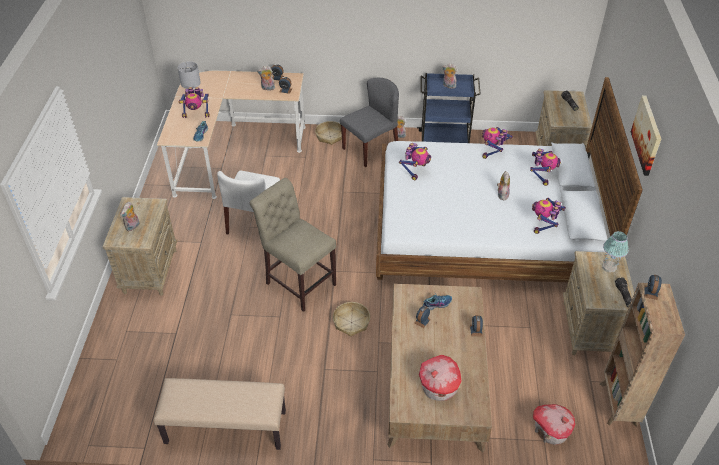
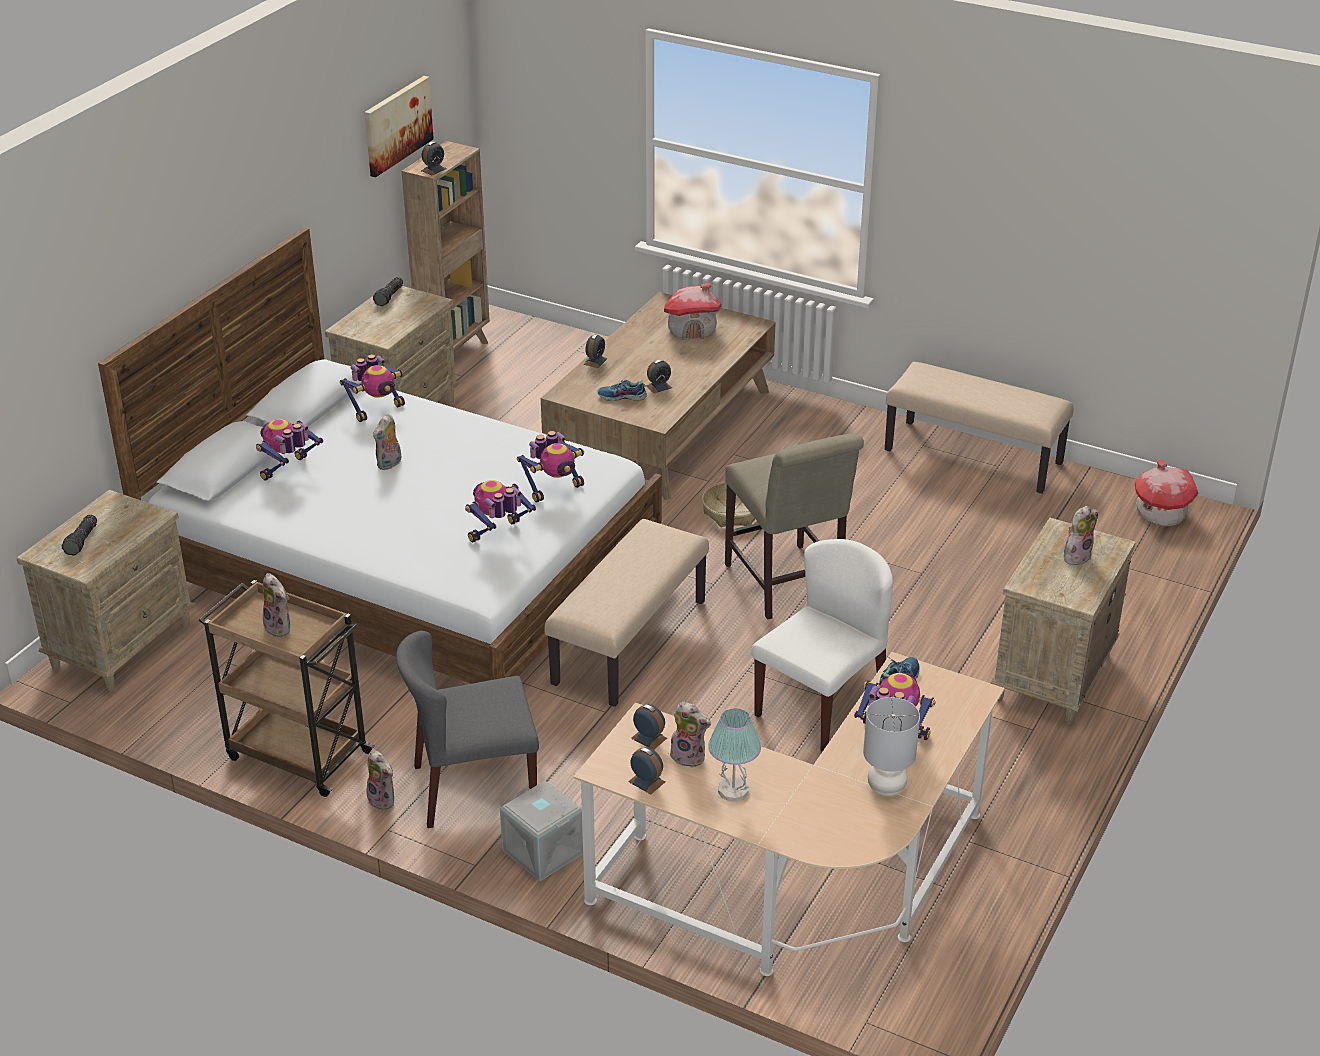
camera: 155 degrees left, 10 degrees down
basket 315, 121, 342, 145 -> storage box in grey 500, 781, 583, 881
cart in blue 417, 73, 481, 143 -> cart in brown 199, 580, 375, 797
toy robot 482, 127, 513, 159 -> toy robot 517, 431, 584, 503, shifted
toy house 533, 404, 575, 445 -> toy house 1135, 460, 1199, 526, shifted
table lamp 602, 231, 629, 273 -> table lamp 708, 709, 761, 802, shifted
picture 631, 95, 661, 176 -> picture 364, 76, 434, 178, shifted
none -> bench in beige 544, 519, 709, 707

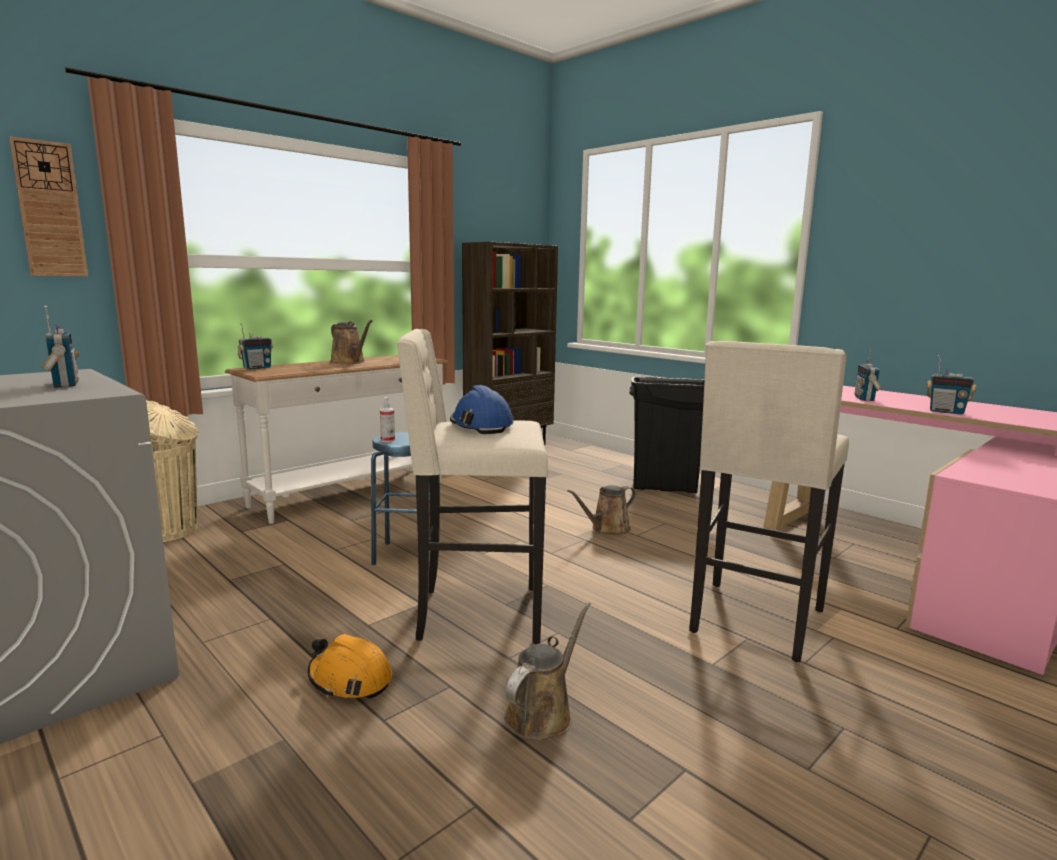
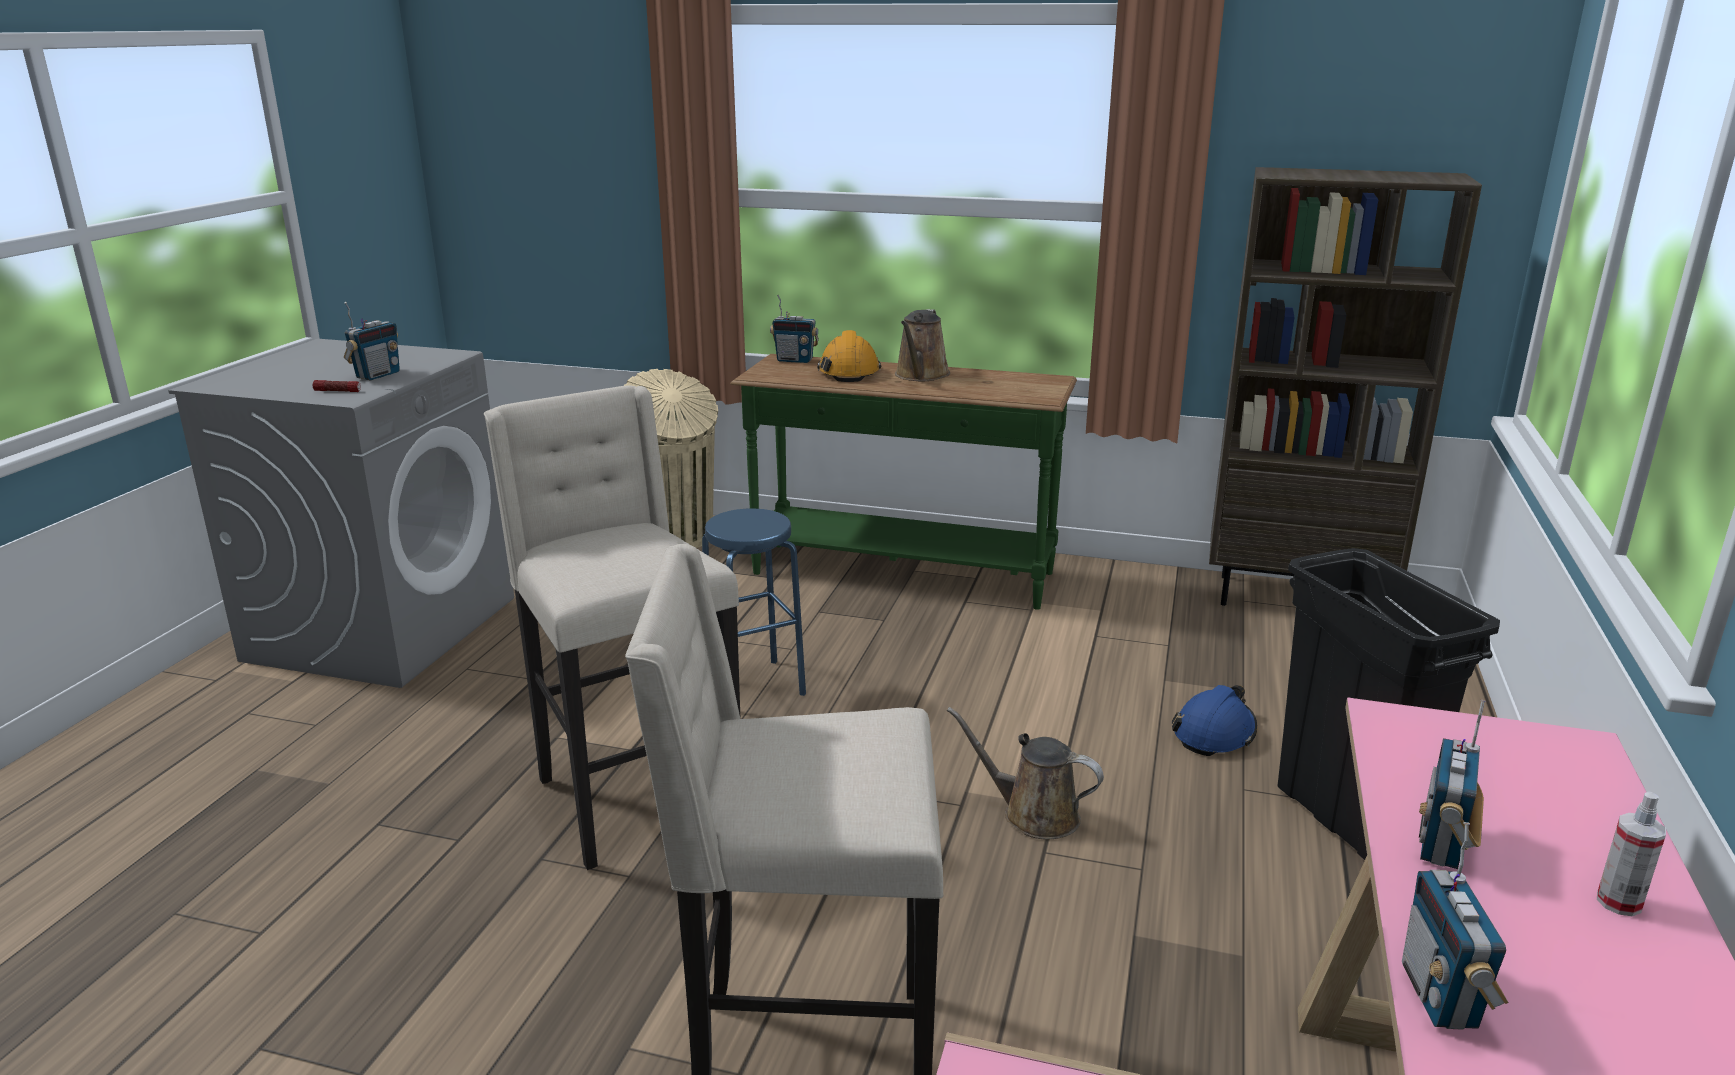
camera: 60 degrees right, 10 degrees up
wall clock 9, 137, 88, 276 -> none
console table in white 225, 355, 450, 524 -> console table in green 730, 354, 1077, 610
hard hat in orange 308, 634, 392, 699 -> hard hat in orange 817, 330, 882, 382, shifted
spray bottle 380, 397, 395, 442 -> spray bottle 1597, 792, 1666, 916, shifted
hard hat in blue 450, 385, 514, 434 -> hard hat in blue 1172, 685, 1257, 756, shifted
watering can in brown 505, 602, 591, 741 -> none
radio 854, 347, 882, 401 -> radio 1419, 699, 1486, 869, 45 degrees counterclockwise
none -> flashlight 313, 380, 361, 392

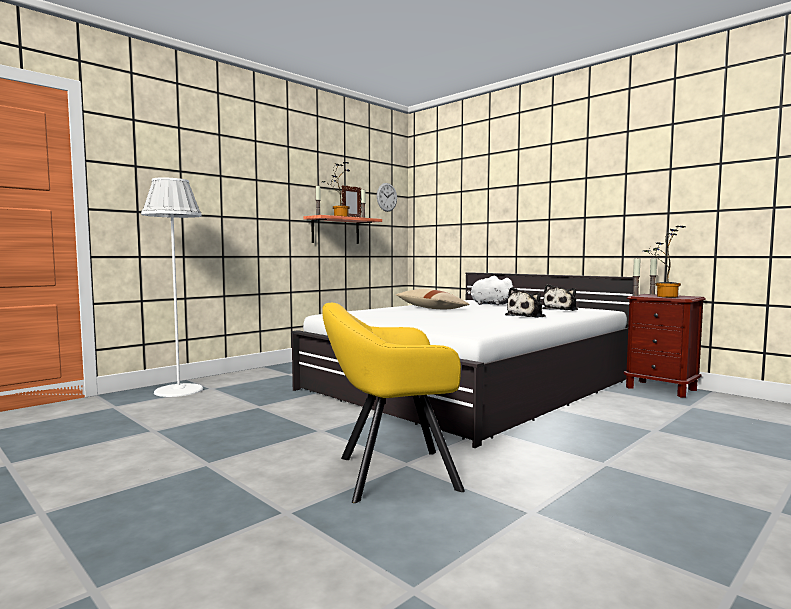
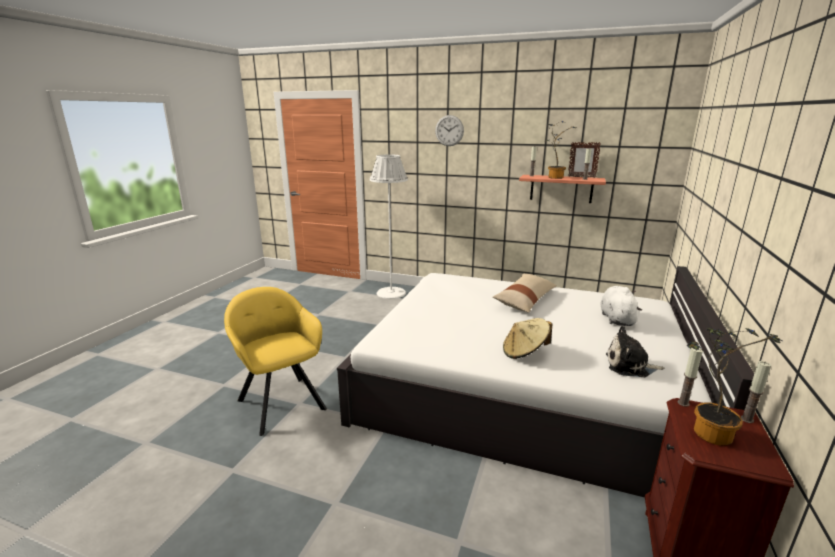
camera: 65 degrees right, 15 degrees up
wall clock 377, 183, 397, 212 -> wall clock 435, 115, 464, 146, shifted
plush toy 505, 287, 546, 318 -> hat in beige 503, 318, 552, 359

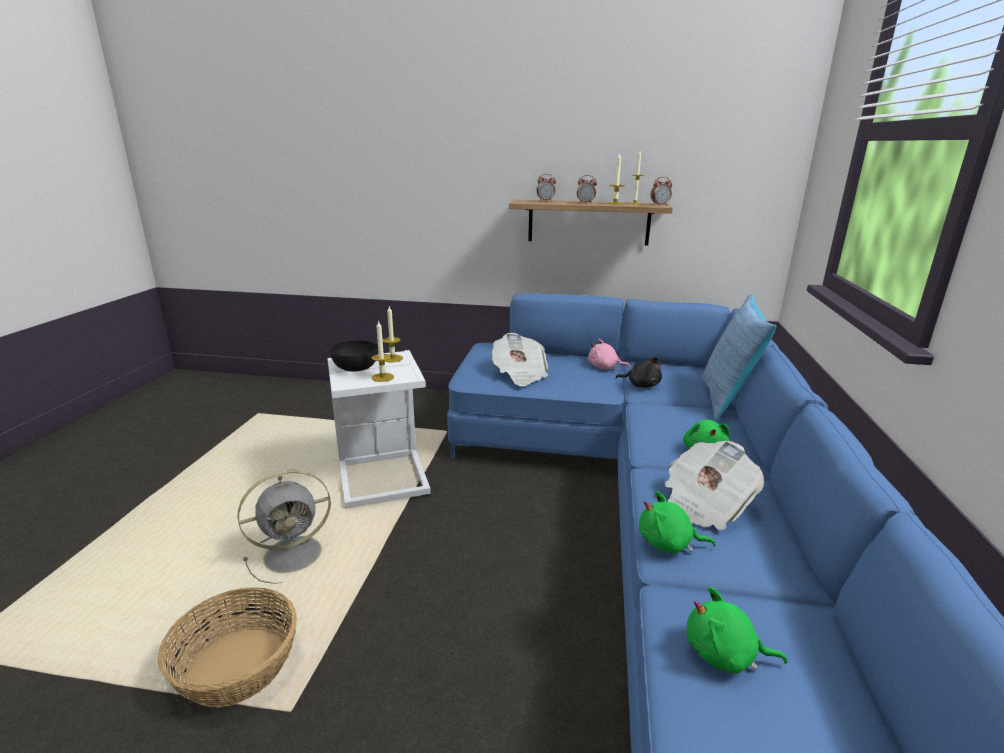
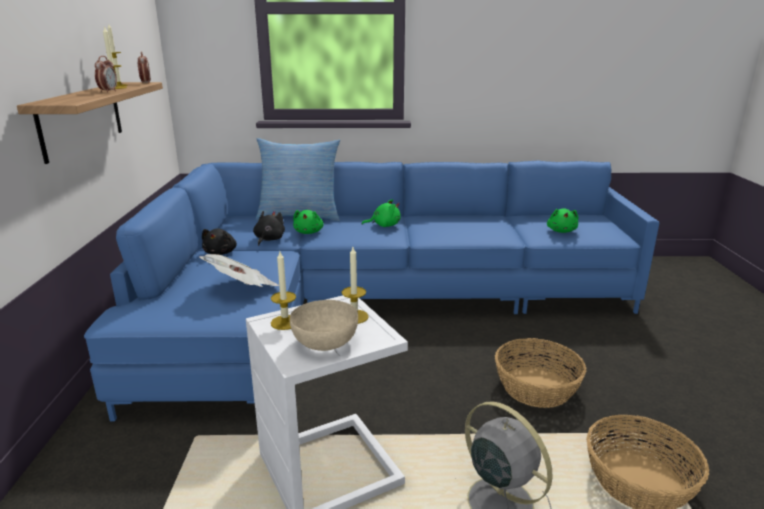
camera: 100 degrees left, 0 degrees up
bowl in black 330, 341, 378, 372 -> bowl in beige 290, 300, 358, 351
alarm clock 537, 174, 556, 202 -> none
plush toy in pink 588, 338, 630, 370 -> plush toy in black 202, 228, 237, 255
plush toy in green 639, 491, 716, 553 -> plush toy in green 293, 210, 324, 234, shifted
newspaper 665, 441, 764, 530 -> none
none -> basket 495, 338, 587, 408

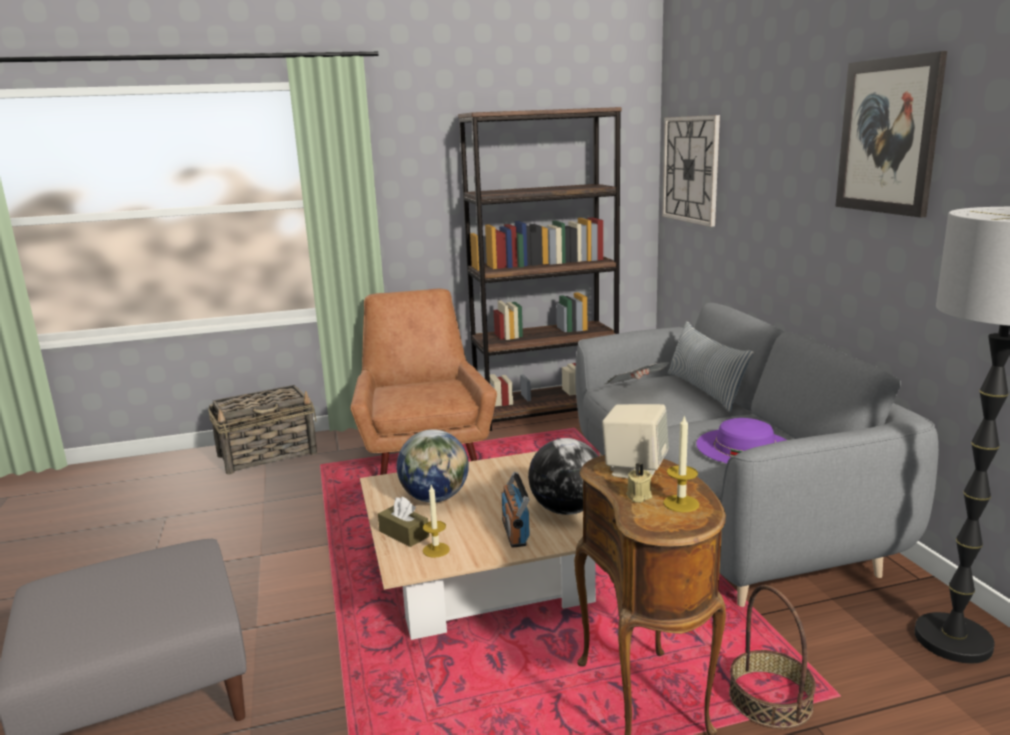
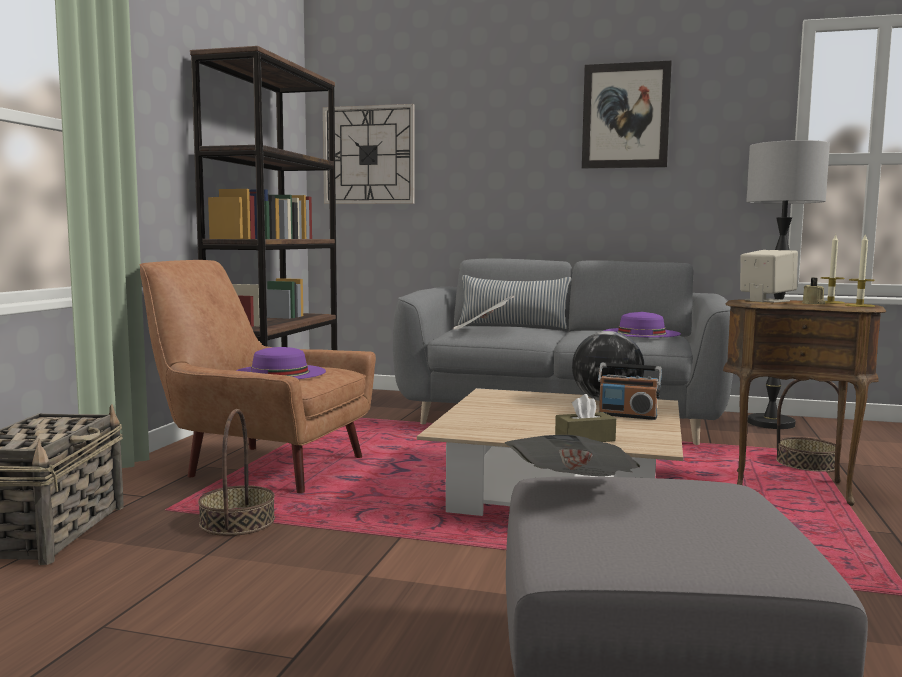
camera: 60 degrees left, 10 degrees down
globe 397, 429, 469, 502 -> none
candle 423, 485, 450, 558 -> candle 845, 233, 875, 307, shifted
none -> basket 198, 409, 275, 536
none -> hat in purple 236, 347, 326, 379
none -> newspaper 505, 435, 640, 477

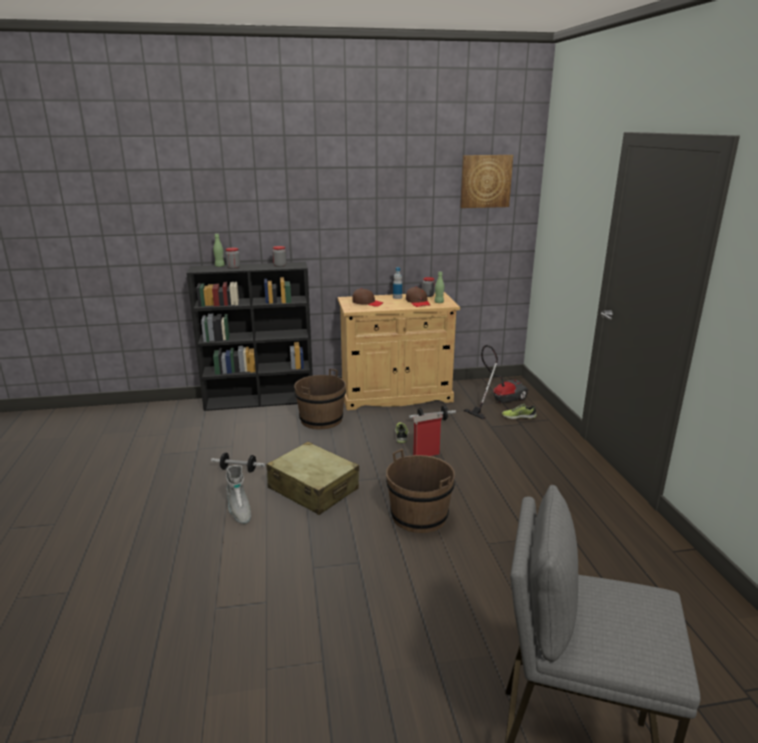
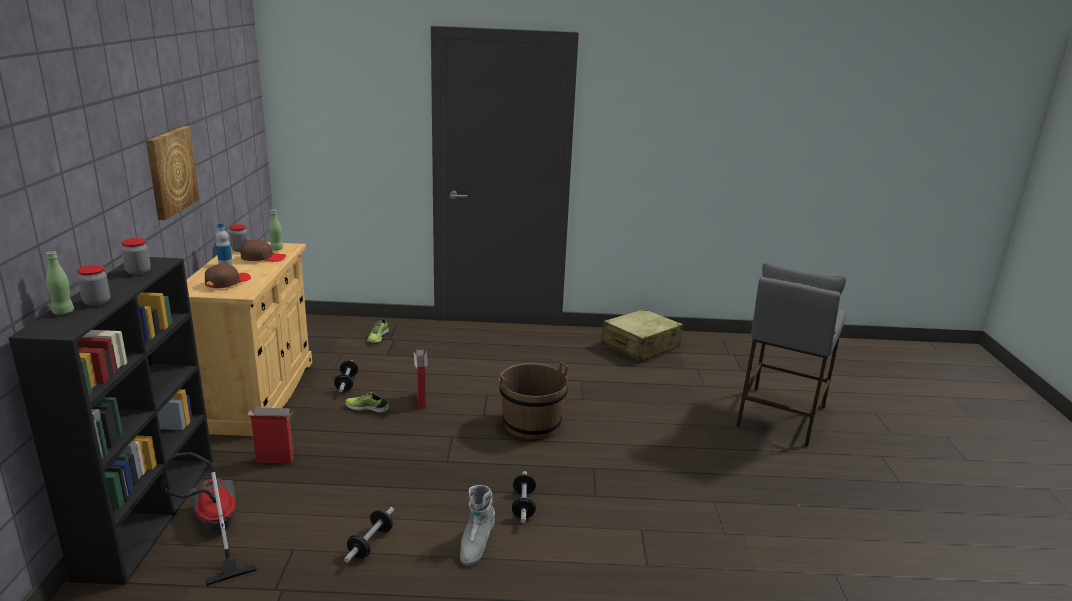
camera: 80 degrees left, 0 degrees up
boot in grey 226, 465, 251, 524 -> boot in grey 460, 485, 495, 566, 120 degrees clockwise
suitcase in beige 266, 442, 359, 515 -> suitcase in beige 601, 309, 683, 362, shifted
bucket in brown 294, 369, 346, 429 -> cardboard box 248, 407, 294, 463
picture 460, 155, 513, 208 -> picture 146, 126, 199, 220, shifted
vacuum cleaner 464, 345, 529, 420 -> vacuum cleaner 161, 452, 257, 586, shifted
none -> dumbbell 512, 471, 536, 523

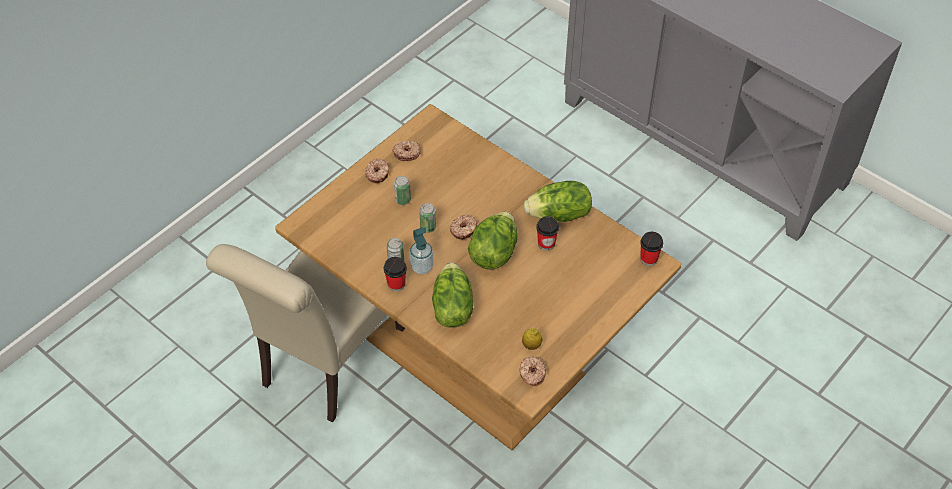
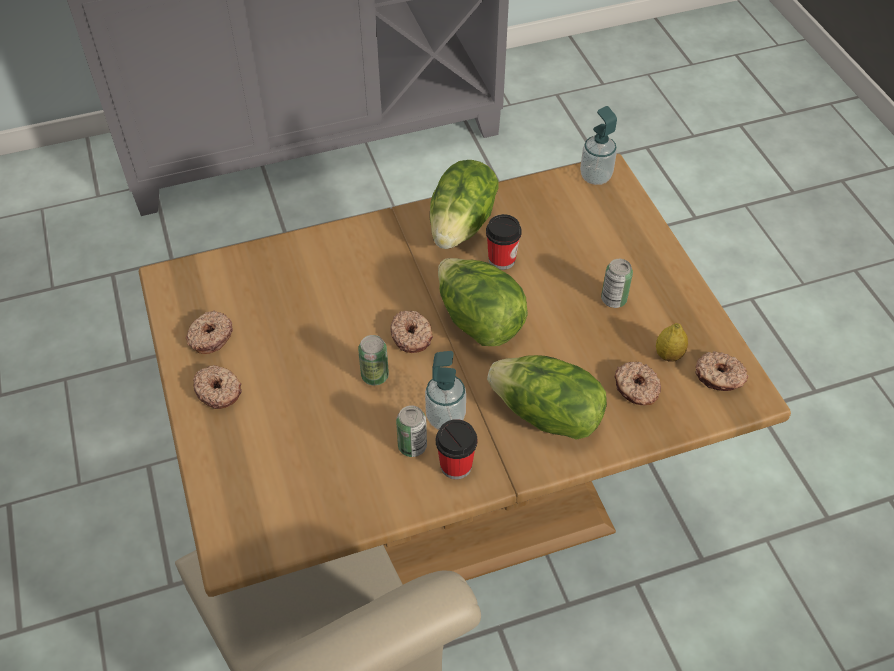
camera: 60 degrees left, 0 degrees up
can 394, 176, 411, 205 -> can 601, 259, 633, 308, shifted
cup 640, 232, 663, 266 -> soap dispenser 580, 106, 617, 185
none -> donut 614, 362, 661, 405

